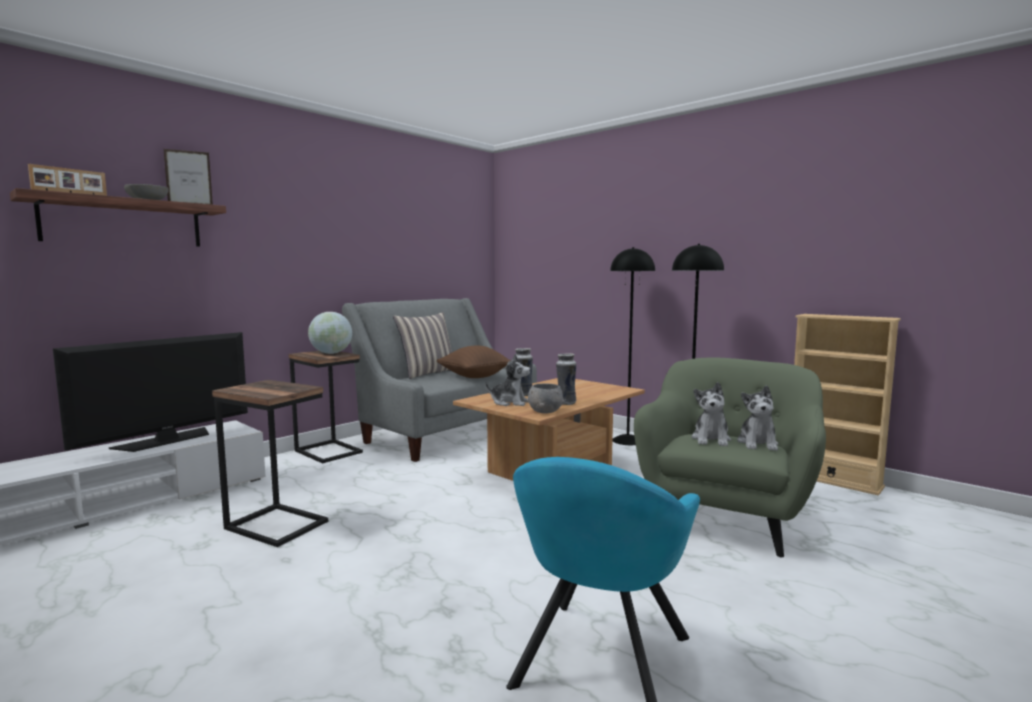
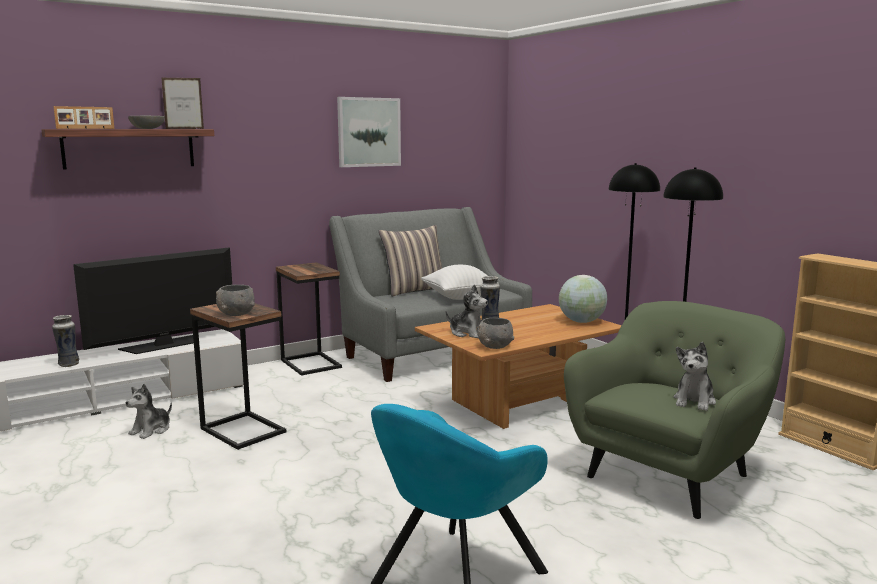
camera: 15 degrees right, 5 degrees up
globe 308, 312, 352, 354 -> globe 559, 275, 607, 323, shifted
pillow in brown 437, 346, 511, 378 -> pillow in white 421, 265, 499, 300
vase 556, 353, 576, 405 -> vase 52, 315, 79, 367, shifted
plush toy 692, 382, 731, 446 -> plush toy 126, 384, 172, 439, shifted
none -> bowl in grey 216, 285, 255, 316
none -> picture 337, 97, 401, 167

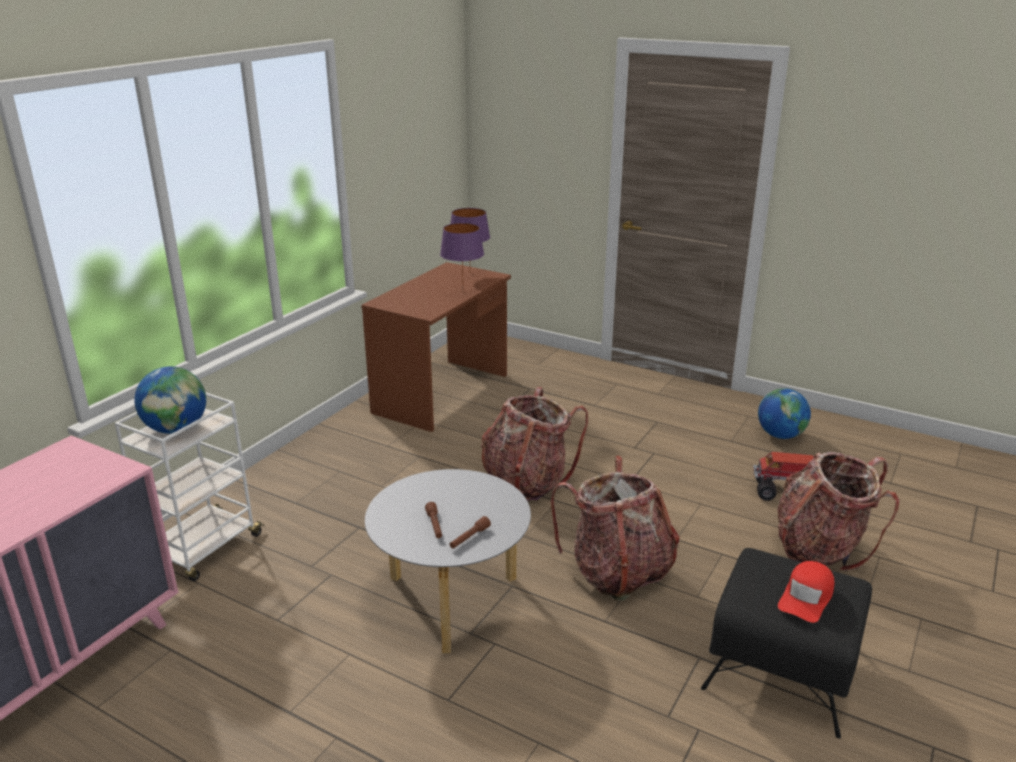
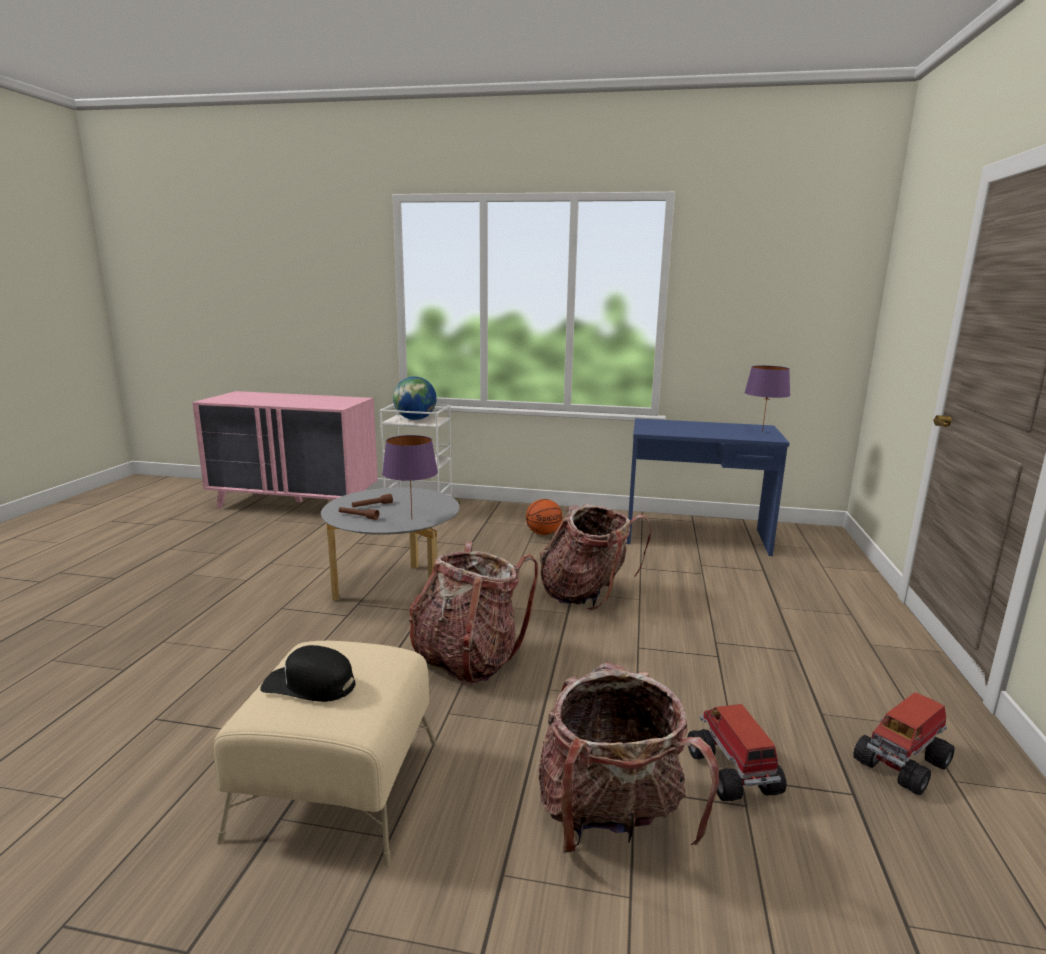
camera: 70 degrees right, 10 degrees down
desk in brown 361, 262, 511, 432 -> desk in blue 627, 418, 789, 556
table lamp in purple 440, 223, 484, 279 -> table lamp in purple 382, 435, 438, 518, shifted
ottoman in black 701, 548, 872, 738 -> ottoman in beige 213, 641, 437, 866
globe 758, 388, 811, 439 -> toy truck 853, 692, 955, 795
cap in red 778, 561, 834, 623 -> cap in black 260, 645, 356, 702
none -> basketball 526, 499, 562, 535

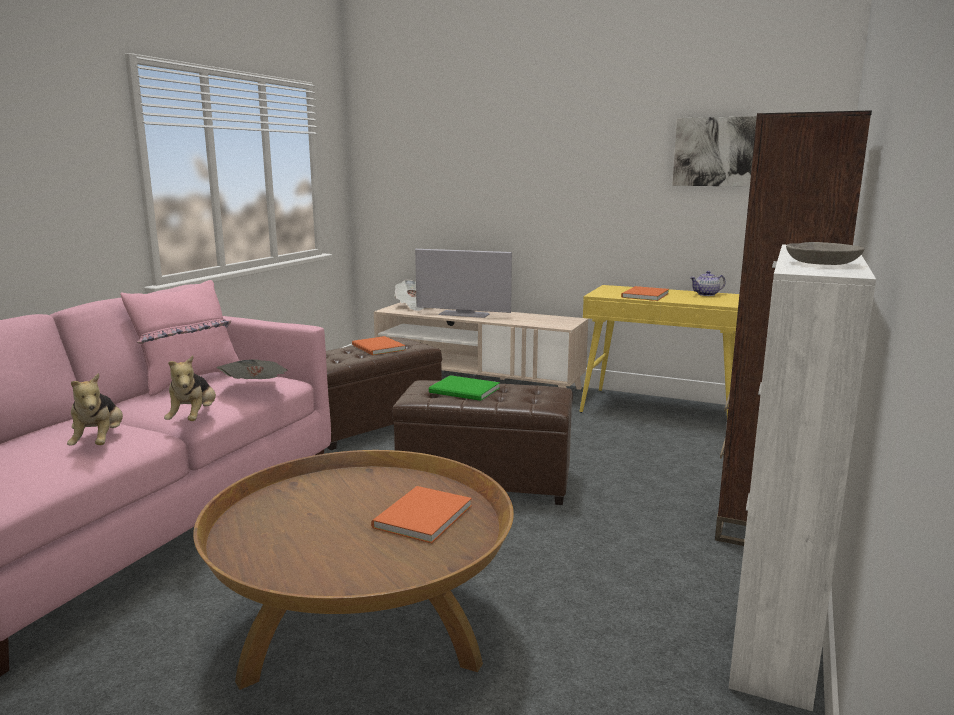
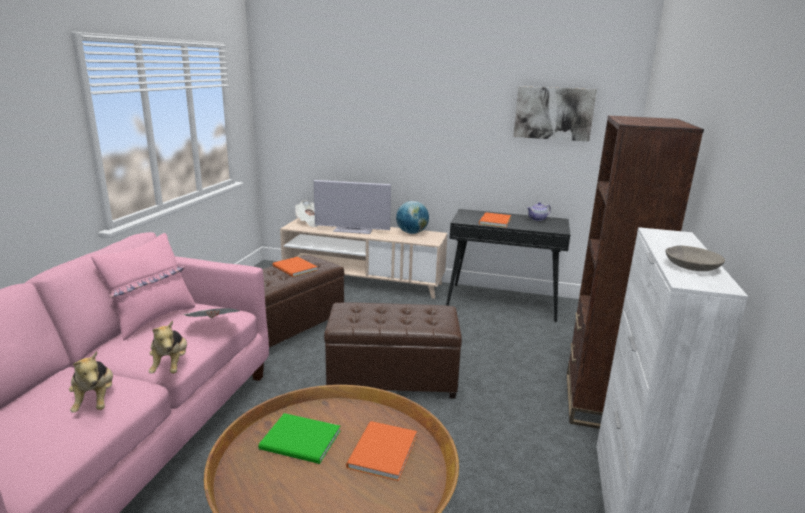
camera: 10 degrees left, 5 degrees up
book in green 429, 375, 500, 401 -> book in green 258, 413, 340, 464, shifted
console table in yellow 580, 285, 739, 417 -> console table in black 446, 209, 571, 322
none -> globe 396, 201, 429, 234

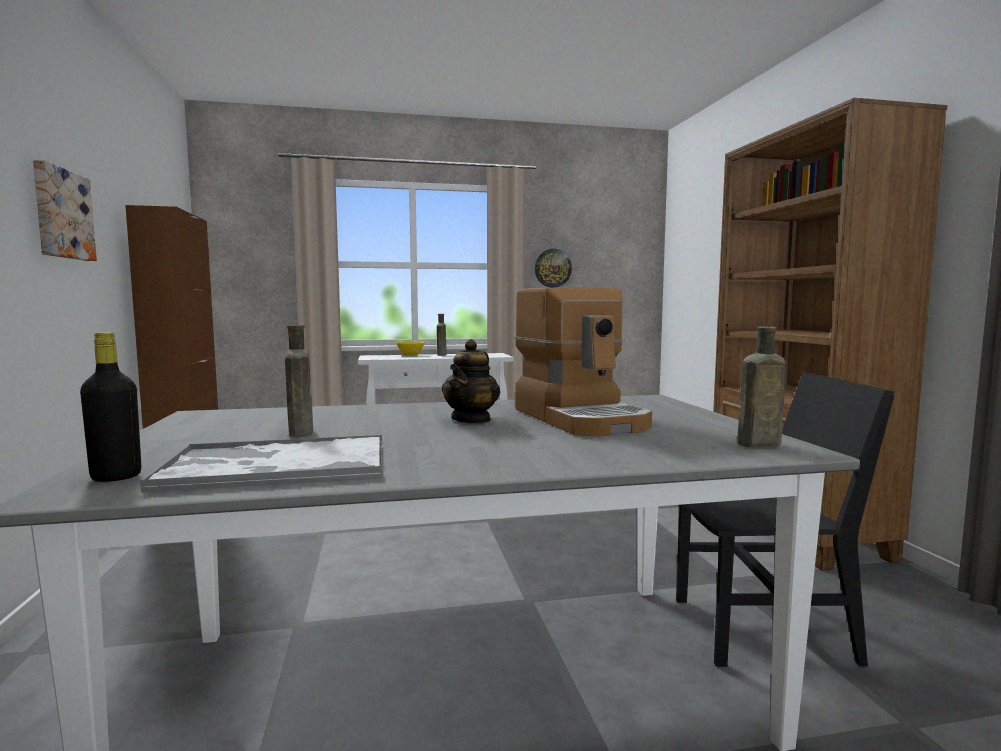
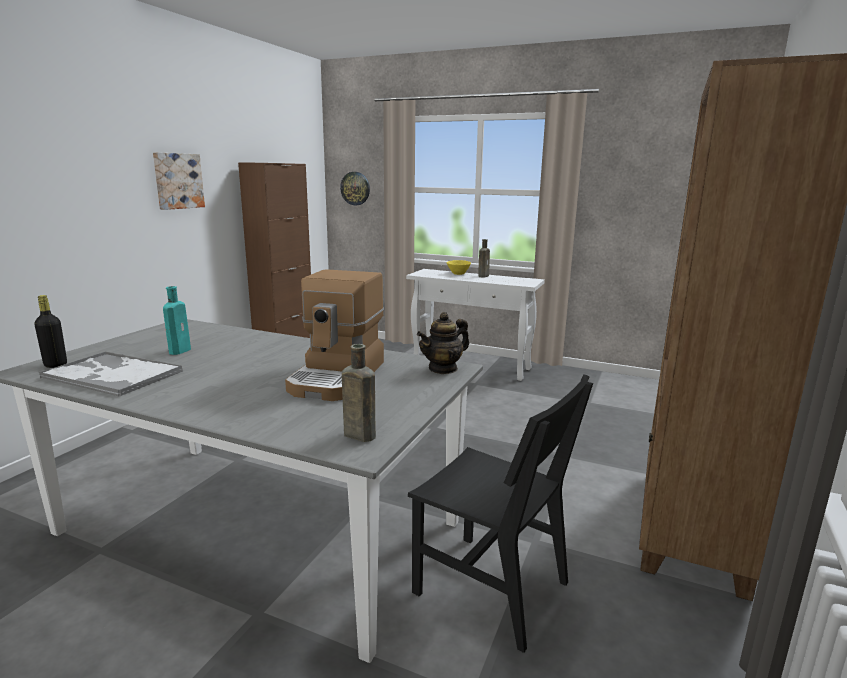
camera: 35 degrees right, 10 degrees up
bottle in brown 285, 325, 313, 437 -> bottle in turquoise 163, 286, 191, 355
teapot 442, 339, 500, 424 -> teapot 417, 312, 469, 374, shifted
wall clock 534, 249, 572, 287 -> wall clock 340, 172, 370, 205, shifted

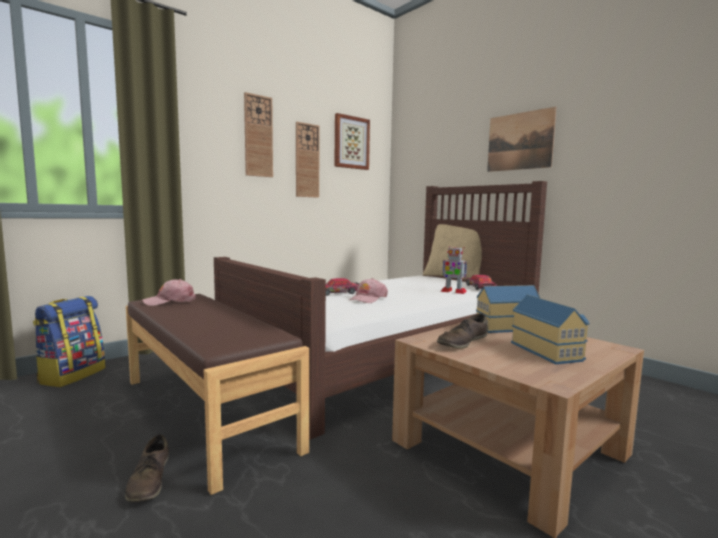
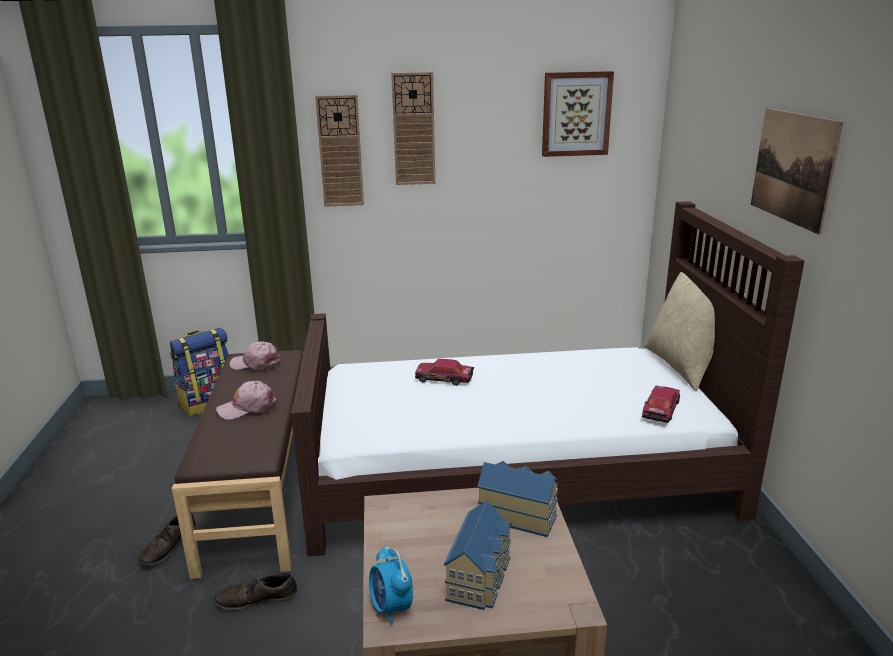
camera: 35 degrees right, 15 degrees up
wall clock 296, 122, 320, 198 -> wall clock 315, 95, 364, 207, shifted
cap in pink 349, 278, 388, 303 -> cap in pink 216, 381, 276, 420, shifted
shoe in brown 437, 313, 488, 349 -> shoe in brown 214, 572, 297, 611, shifted
toy robot 441, 246, 468, 294 -> none
none -> alarm clock 369, 545, 413, 625

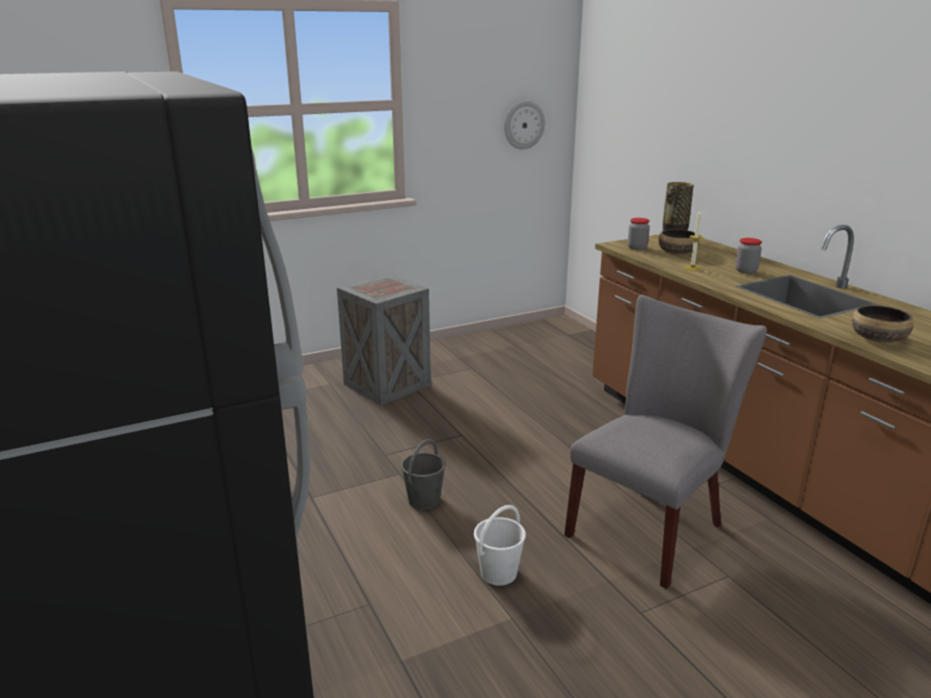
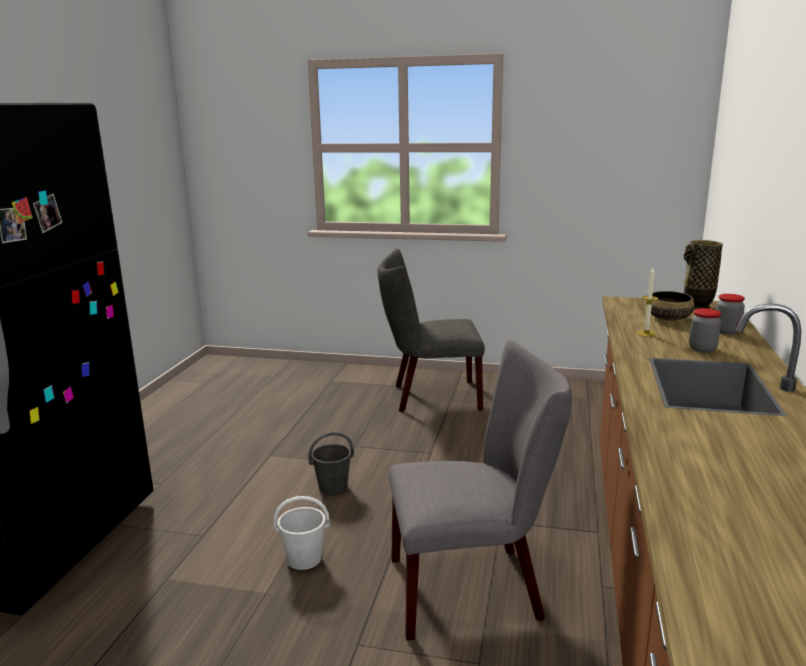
camera: 40 degrees right, 5 degrees down
crate 337, 274, 431, 405 -> chair in grey 377, 249, 485, 412
wall clock 504, 101, 545, 150 -> none
jar 628, 218, 650, 250 -> jar 716, 294, 745, 334, shifted
bowl 852, 305, 914, 343 -> none

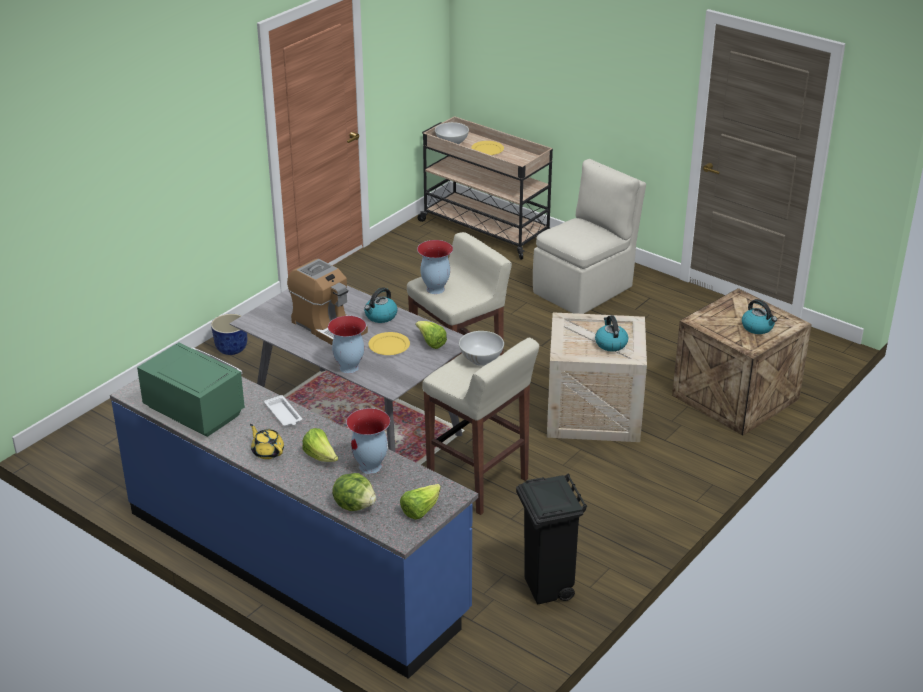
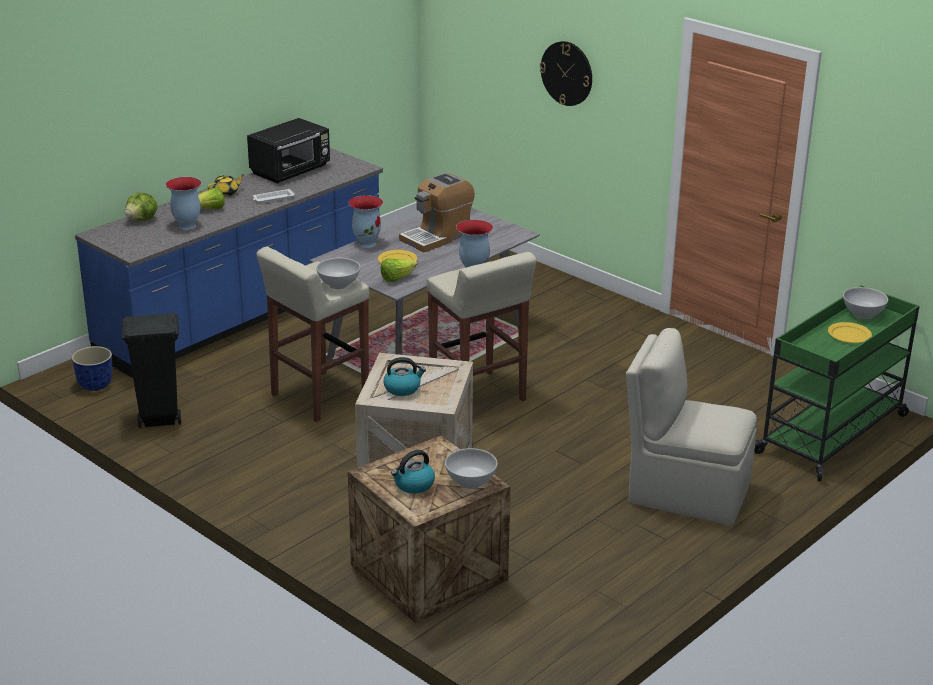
camera: 95 degrees right, 5 degrees down
microwave in green 137, 342, 245, 437 -> microwave in black 247, 118, 330, 183
planter 211, 314, 247, 355 -> planter 72, 346, 113, 391, shifted
kettle 364, 287, 397, 323 -> none
lettuce 400, 484, 441, 520 -> none
cart in beige 418, 116, 553, 260 -> cart in green 754, 285, 920, 481
chair in beige 533, 159, 646, 314 -> chair in beige 626, 328, 757, 526, 150 degrees clockwise
none -> bowl in white 445, 448, 498, 489
none -> wall clock 540, 41, 592, 106

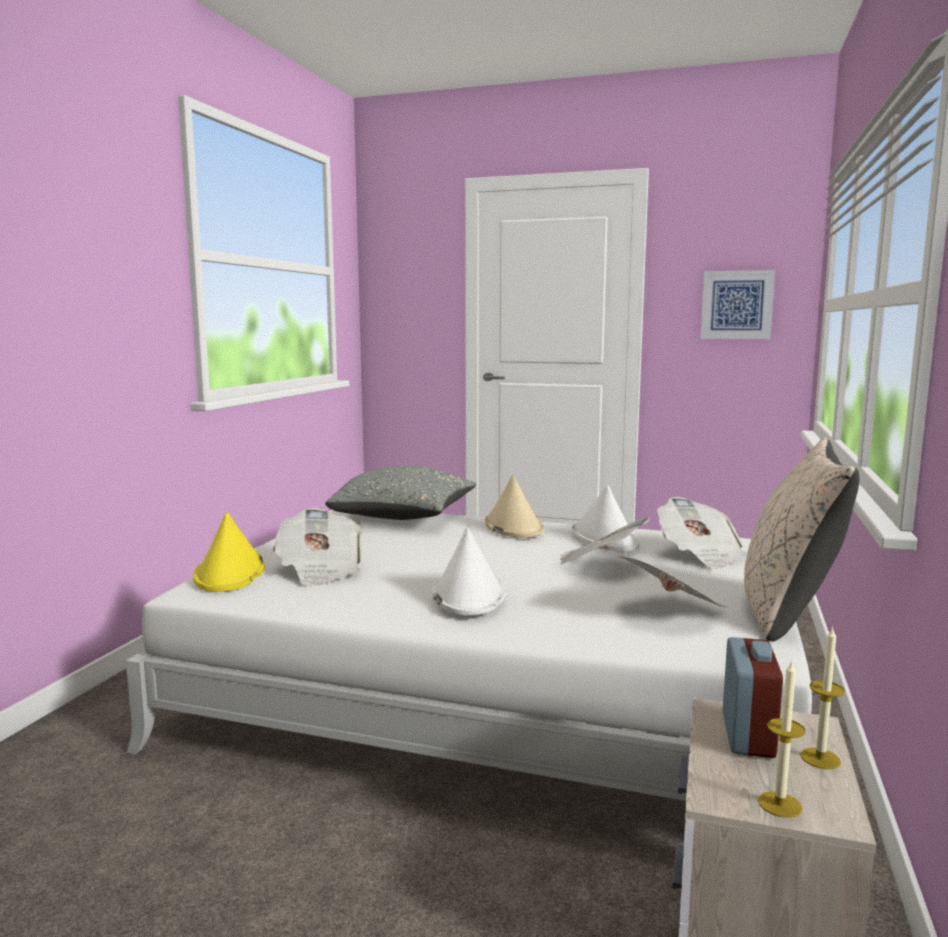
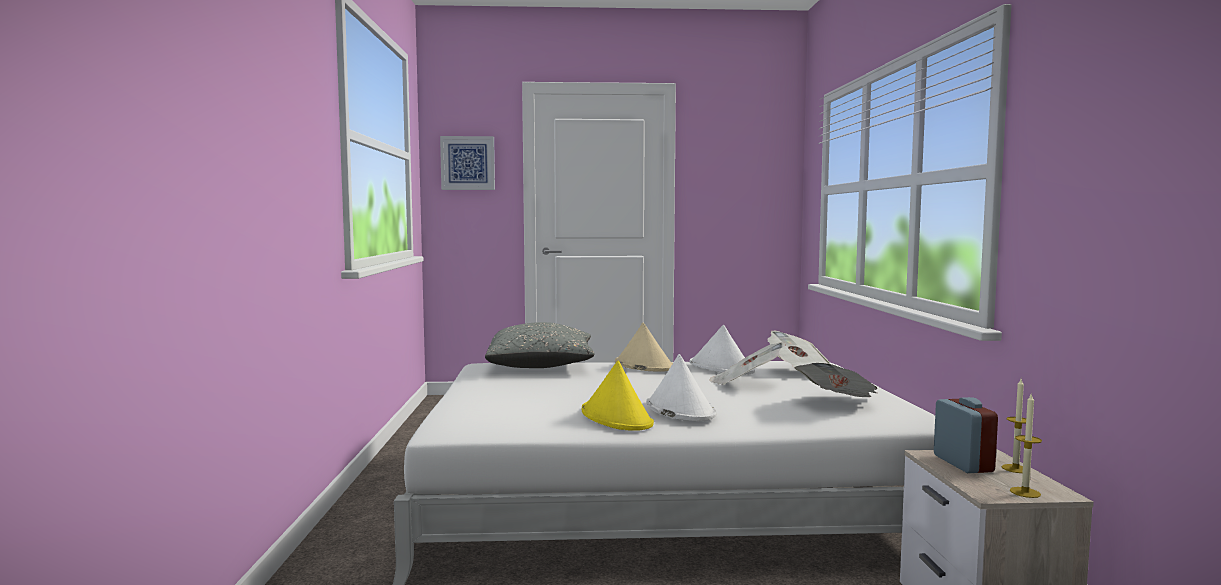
camera: 20 degrees left, 5 degrees down
hat in yellow 193, 512, 265, 592 -> hat in yellow 582, 360, 654, 431, shifted
newspaper 273, 508, 363, 587 -> none
picture 700, 270, 775, 339 -> picture 440, 136, 495, 190, shifted
pillow in beige 744, 438, 859, 641 -> none

